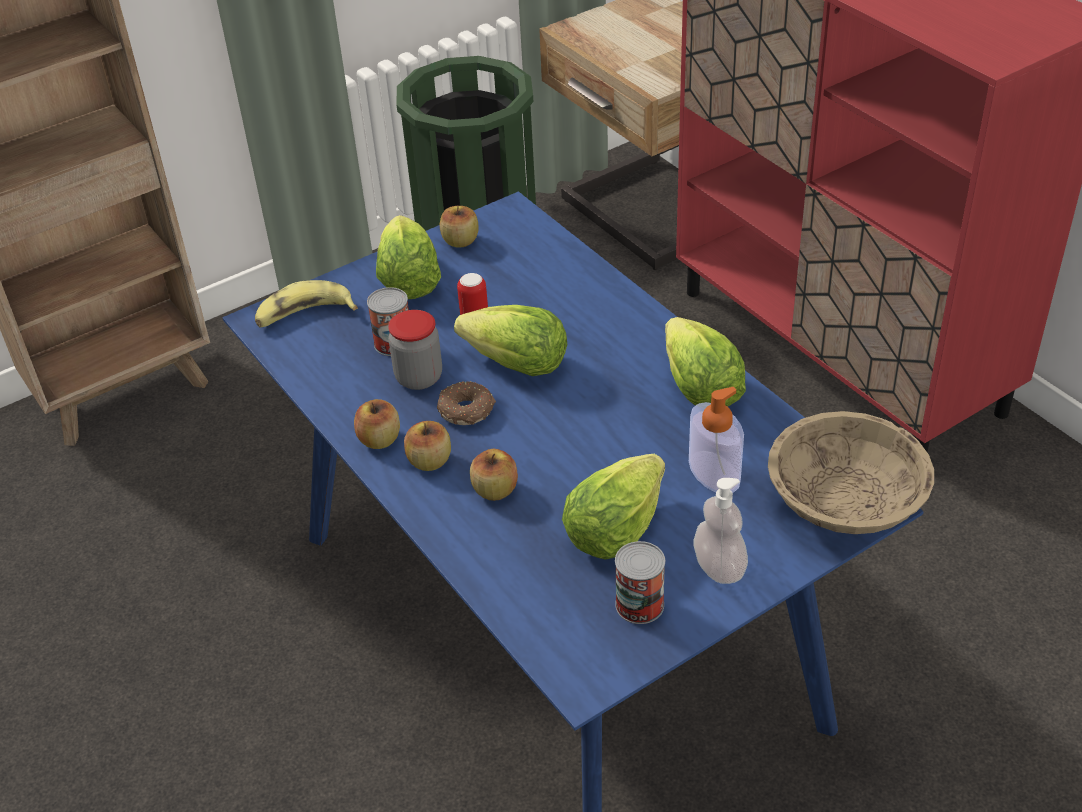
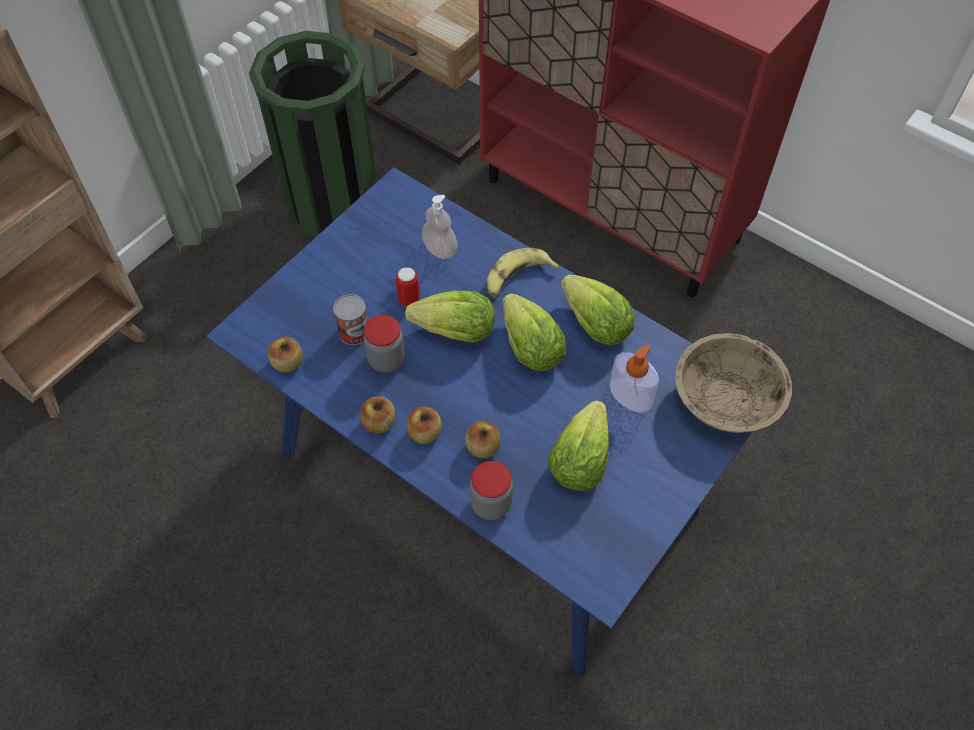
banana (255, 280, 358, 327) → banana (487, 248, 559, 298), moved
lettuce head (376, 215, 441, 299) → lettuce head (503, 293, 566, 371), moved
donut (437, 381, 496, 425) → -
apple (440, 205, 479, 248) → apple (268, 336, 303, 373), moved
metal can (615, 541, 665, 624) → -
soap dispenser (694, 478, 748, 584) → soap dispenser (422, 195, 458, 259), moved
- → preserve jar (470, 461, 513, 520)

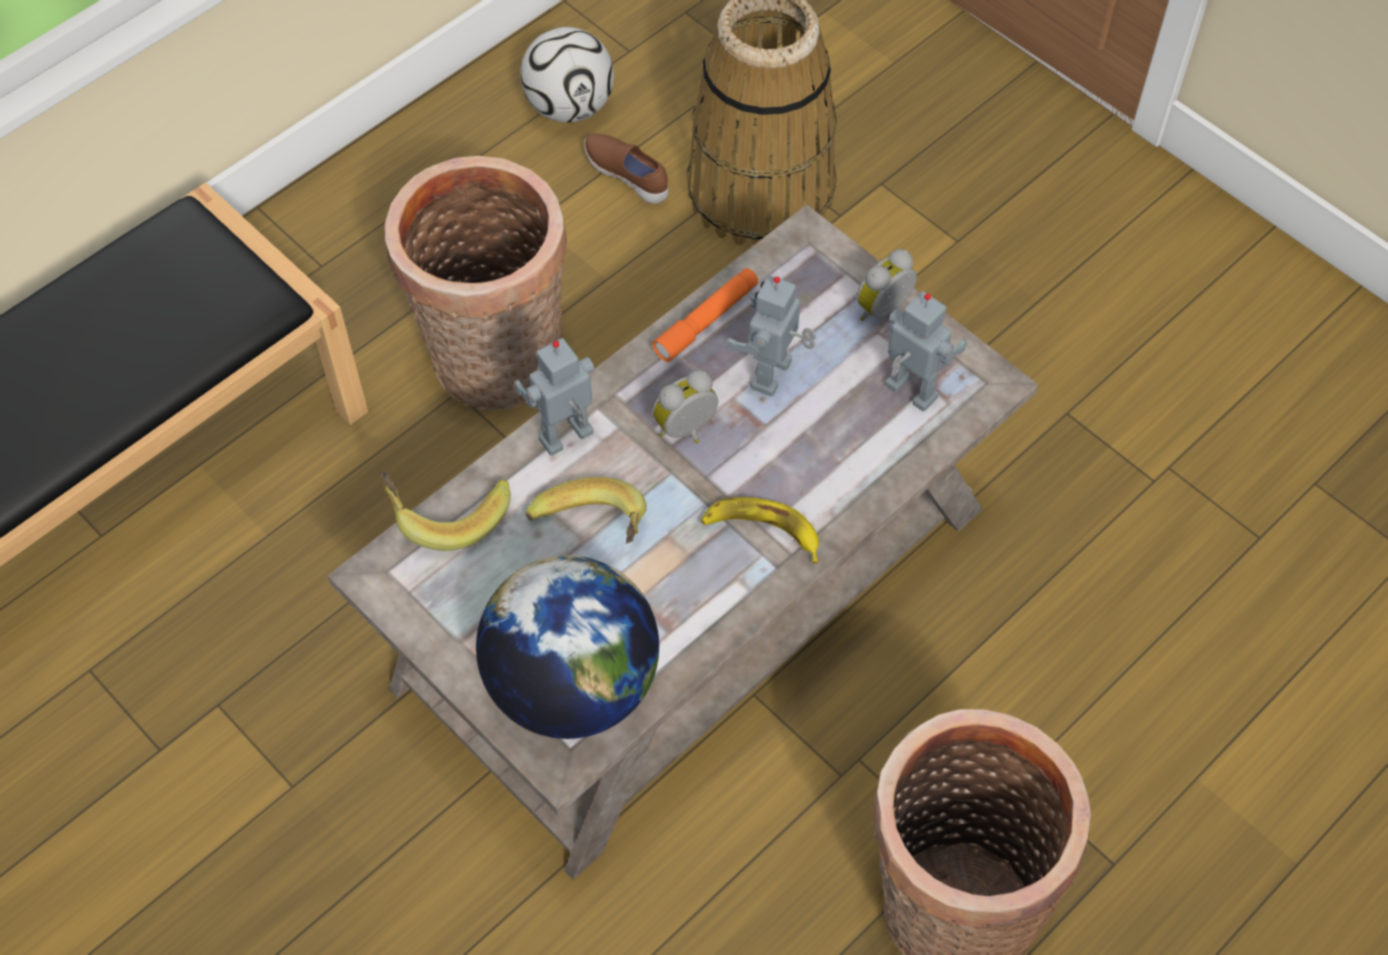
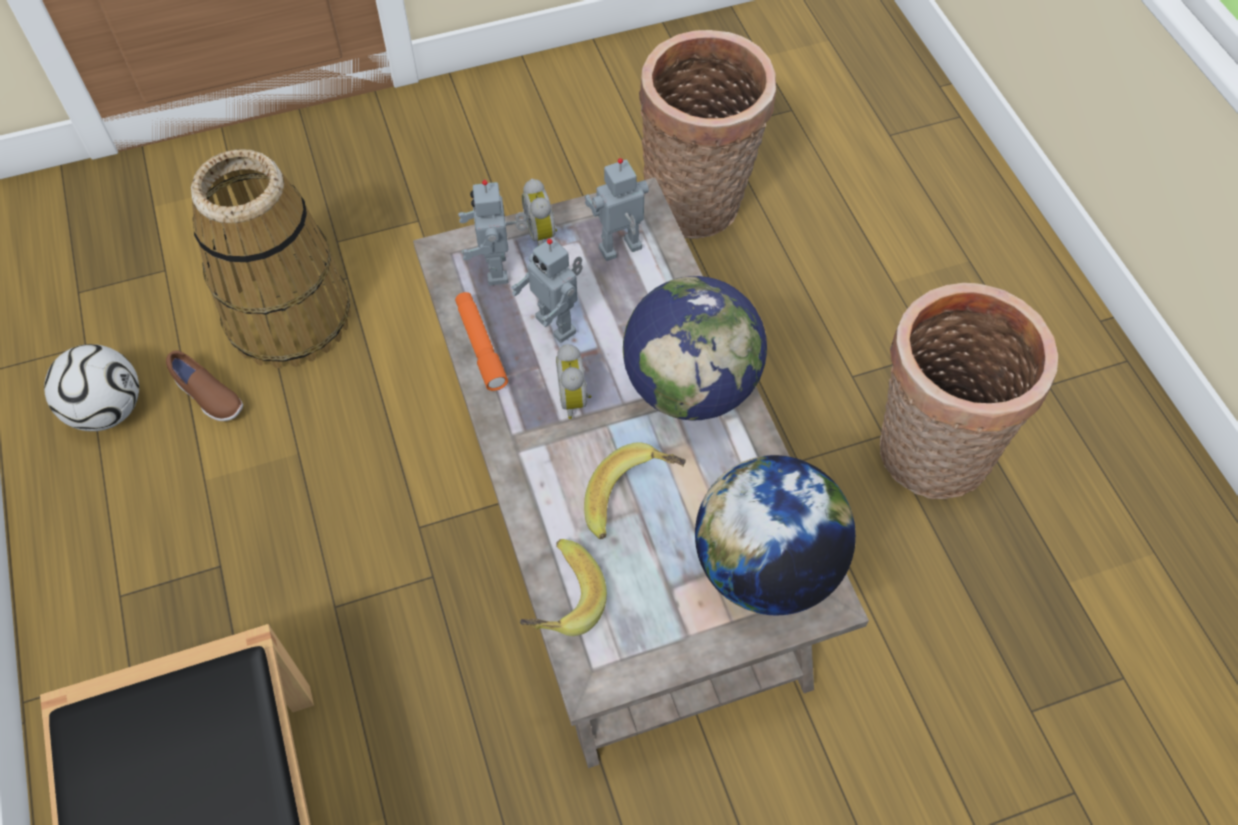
household basket (385, 156, 567, 410) → household basket (639, 30, 776, 239), moved
model robot (514, 338, 594, 456) → model robot (458, 180, 528, 285), moved
brownish shoe (584, 134, 668, 203) → brownish shoe (166, 350, 243, 421), 120 degrees counterclockwise
banana (701, 497, 819, 564) → desk globe (623, 276, 767, 421)

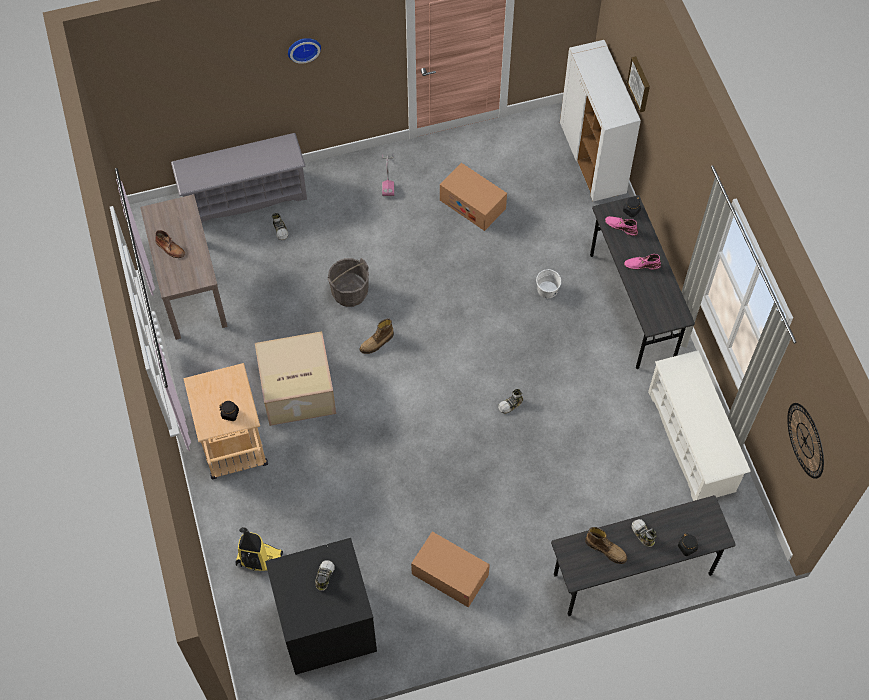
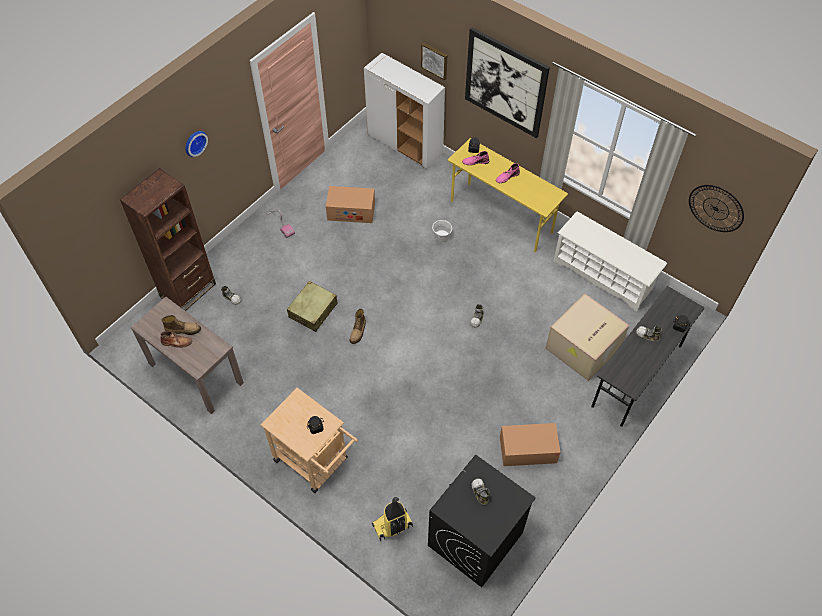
grey shoe stand (171, 133, 307, 223) → brownish shelving unit (120, 168, 216, 311)
carton (255, 331, 336, 426) → carton (545, 294, 629, 381), moved
grey pail (328, 258, 369, 307) → beige piece of luggage (287, 281, 338, 332)
tall boot (585, 527, 627, 564) → tall boot (162, 315, 201, 335), moved
grey desk unit (590, 195, 695, 369) → yellow desk unit (448, 138, 568, 252)
- → picture (465, 27, 550, 138)

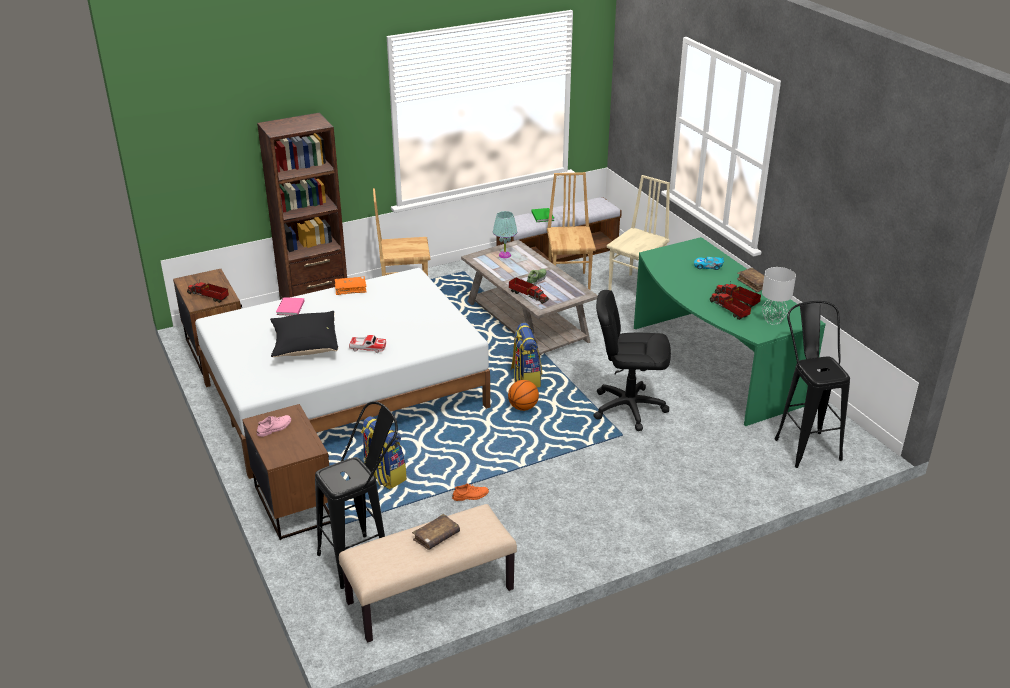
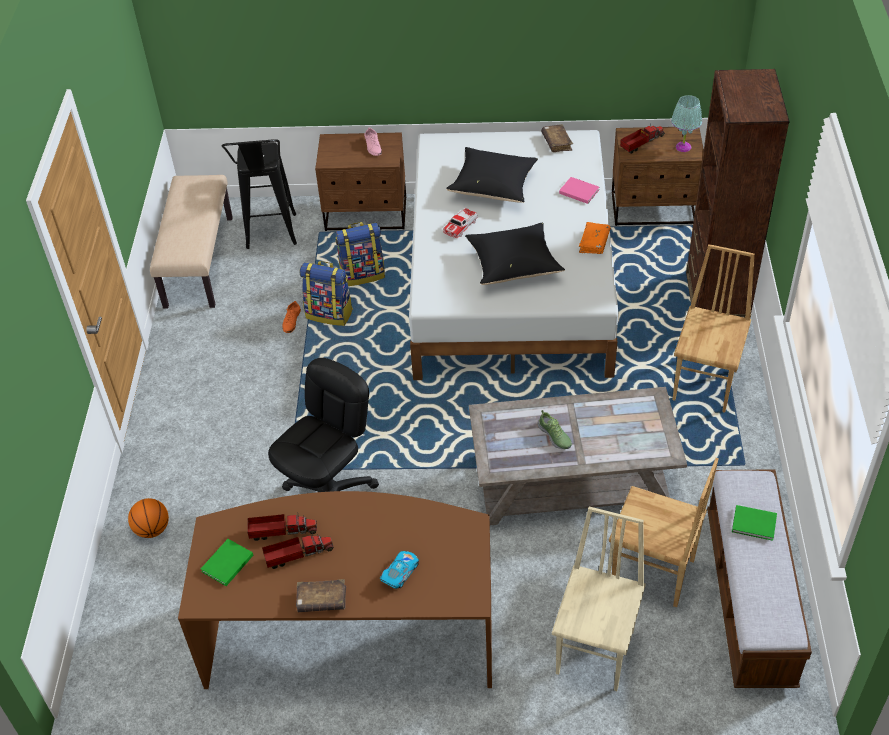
brownish book (412, 514, 460, 550) → brownish book (541, 124, 573, 152), moved
turquoise-coloured tabletop lamp (493, 211, 517, 258) → turquoise-coloured tabletop lamp (671, 95, 702, 152), moved
basketball (508, 380, 539, 411) → basketball (128, 498, 169, 538), moved
toy truck (509, 277, 549, 304) → -
backpack (510, 323, 542, 388) → backpack (300, 261, 353, 326), moved
beige chair (607, 175, 670, 290) → beige chair (552, 507, 646, 691), 135 degrees counterclockwise
green-coloured desk unit (634, 237, 826, 426) → brownish desk unit (178, 491, 492, 689)
grey tabletop lamp (762, 267, 796, 325) → green-coloured book (201, 539, 253, 586)
black-coloured sitting stool (775, 301, 850, 468) → -
- → black-coloured pillow (465, 223, 565, 285)

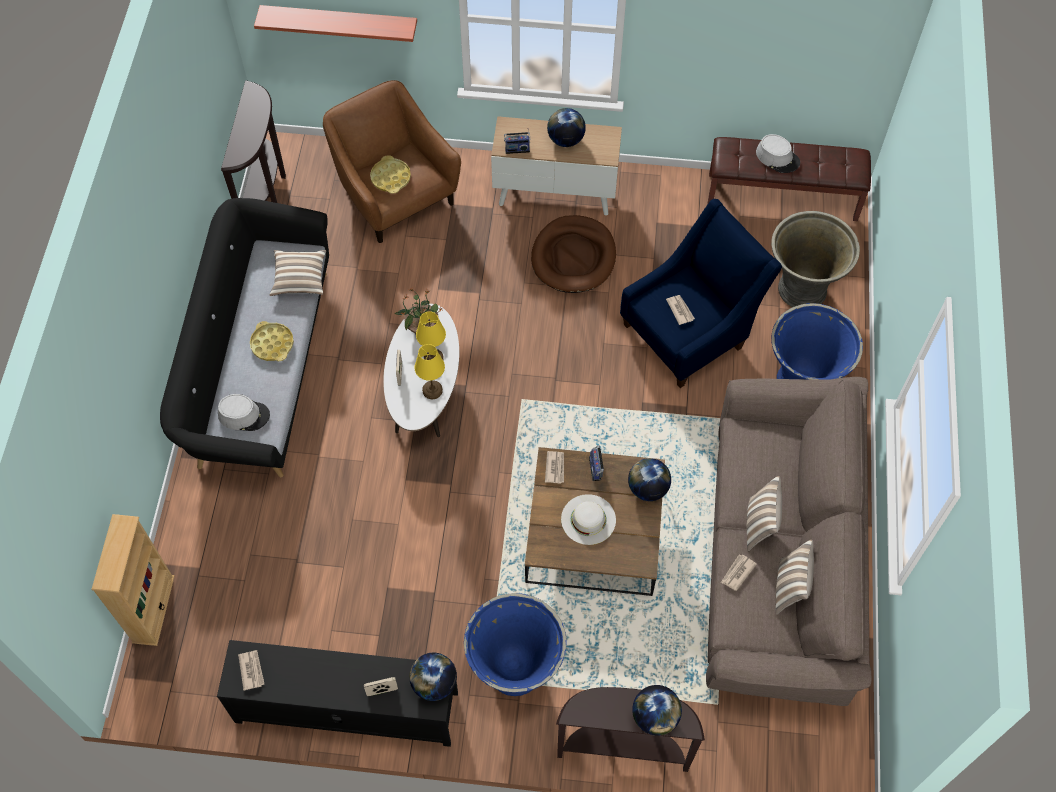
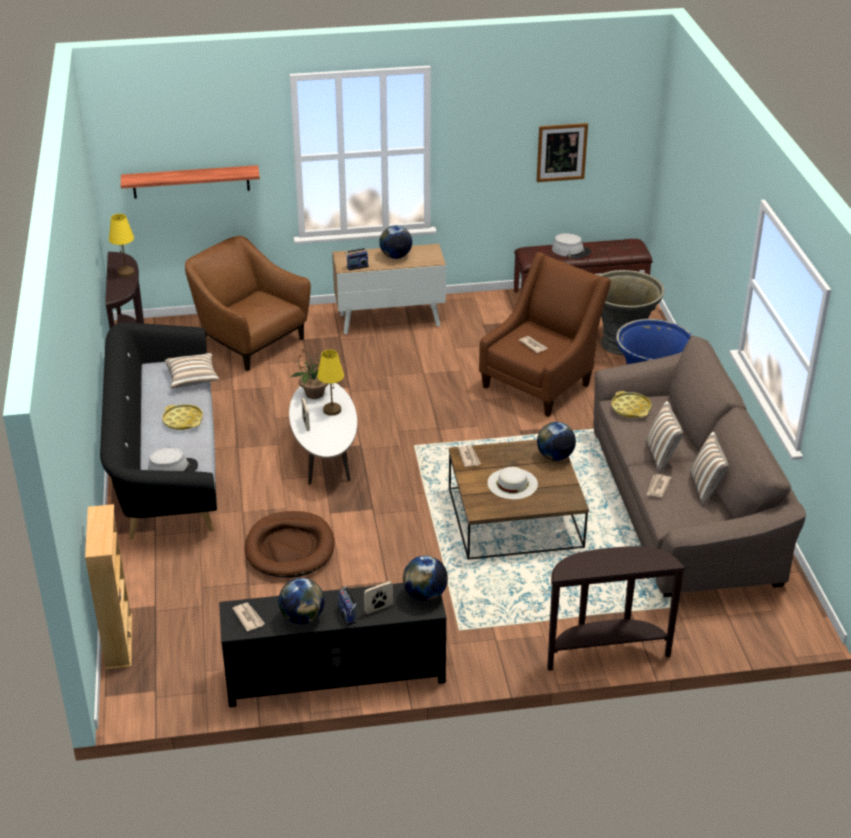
yellow serving tray (370, 155, 411, 194) → yellow serving tray (611, 391, 652, 418), moved
yellow tabletop lamp (414, 344, 445, 399) → yellow tabletop lamp (109, 214, 135, 277), moved
blue planter (464, 593, 567, 696) → -
brownish dog cushion (531, 215, 616, 293) → brownish dog cushion (245, 511, 335, 578), moved
radio (589, 445, 604, 481) → radio (337, 586, 357, 625), moved
blue lounge chair (620, 199, 782, 388) → brownish lounge chair (479, 252, 611, 417)
desk globe (632, 685, 682, 736) → desk globe (278, 578, 325, 624), moved
- → picture (536, 123, 588, 182)

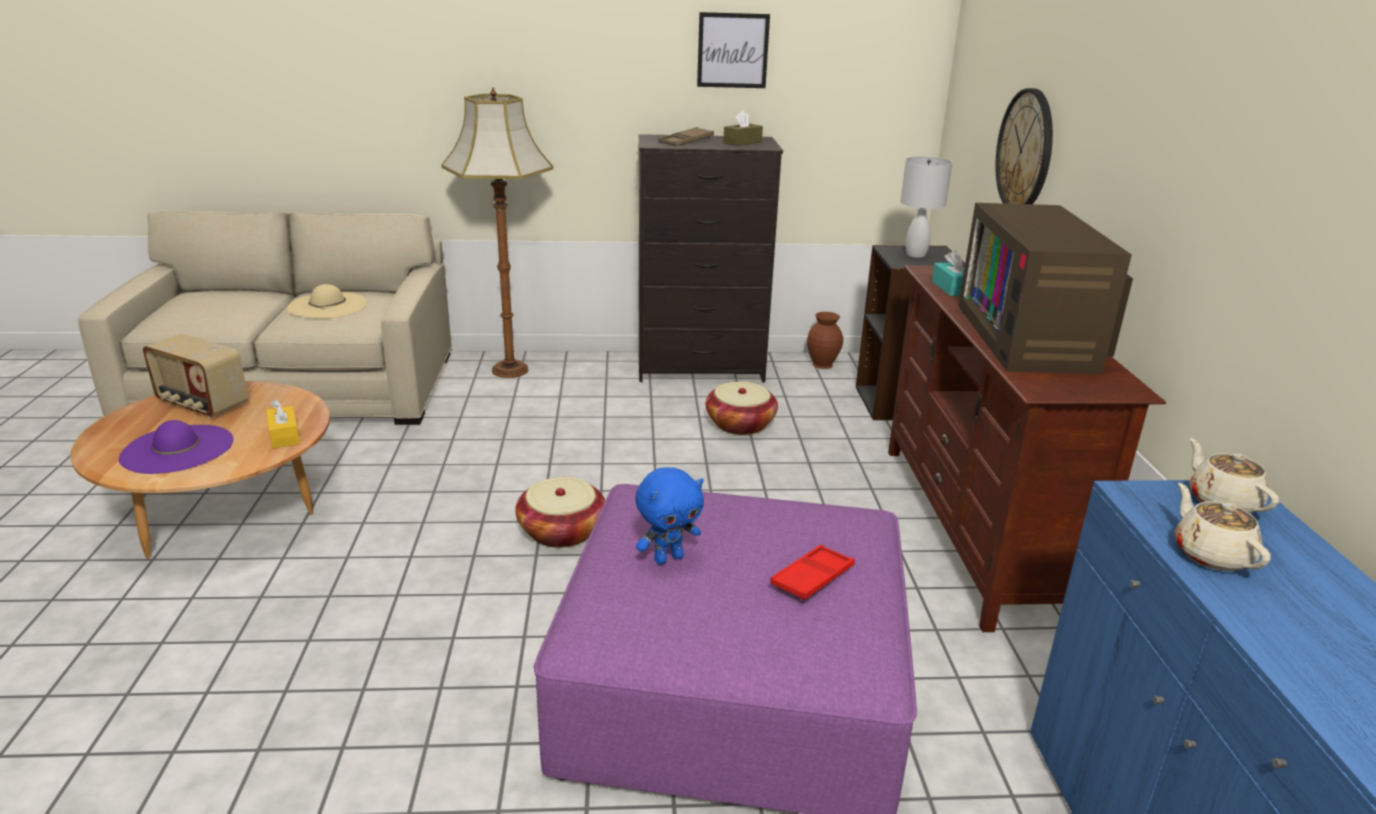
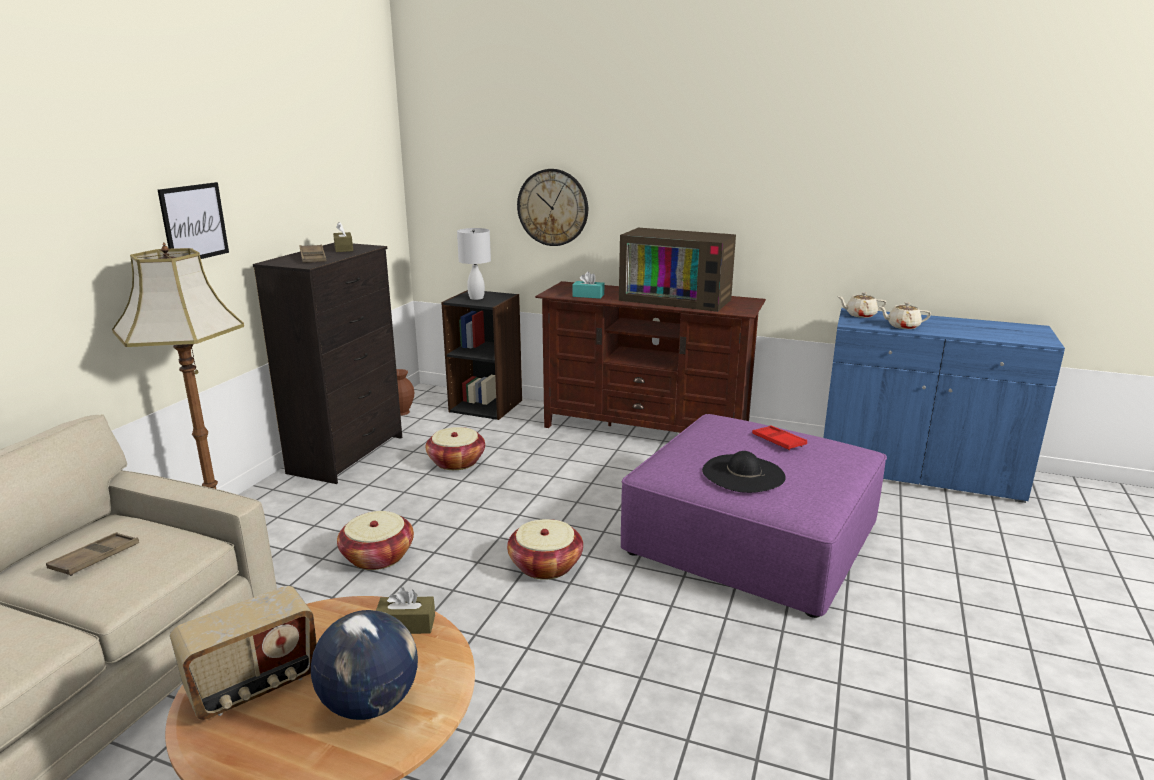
purple-coloured clothing hat (119, 420, 233, 474) → desk globe (311, 610, 418, 720)
yellow box of tissues (266, 399, 300, 449) → brownish box of tissues (376, 587, 435, 634)
beige clothing hat (287, 284, 368, 319) → brownish serving tray (46, 532, 139, 576)
blue soft toy (635, 467, 704, 564) → black-coloured clothing hat (702, 451, 786, 493)
picture (697, 12, 770, 88) → picture (158, 182, 229, 259), moved
- → household basket (337, 511, 414, 570)

